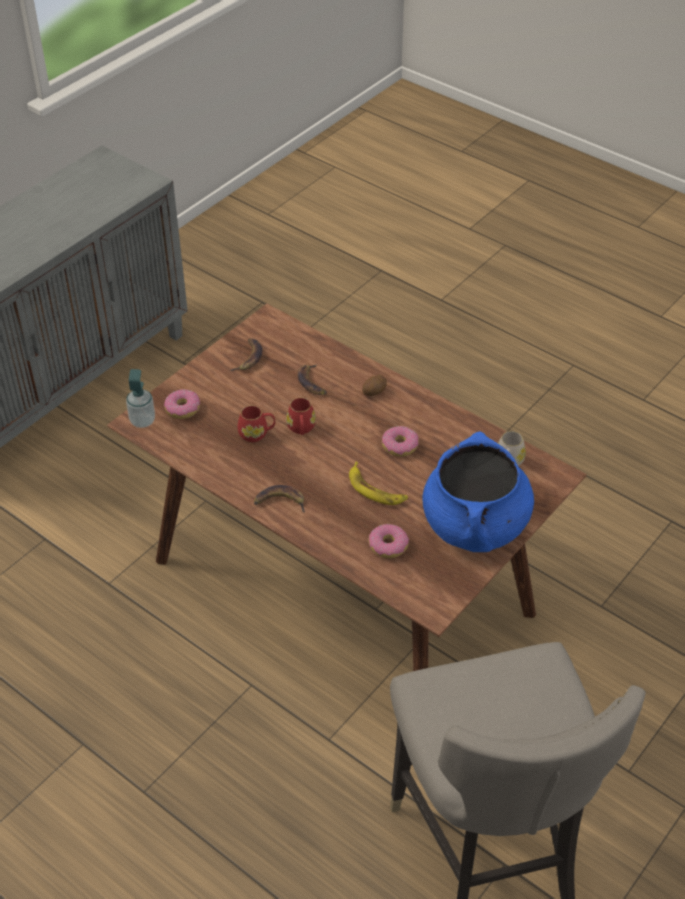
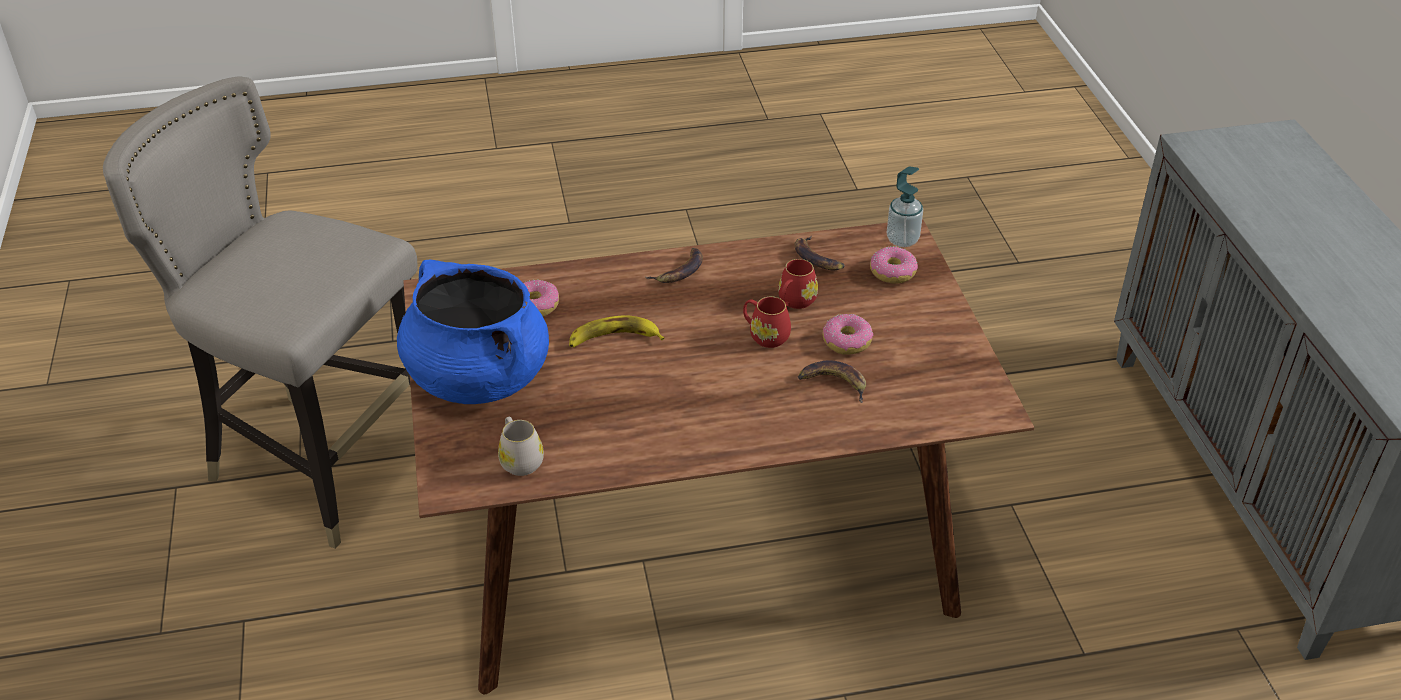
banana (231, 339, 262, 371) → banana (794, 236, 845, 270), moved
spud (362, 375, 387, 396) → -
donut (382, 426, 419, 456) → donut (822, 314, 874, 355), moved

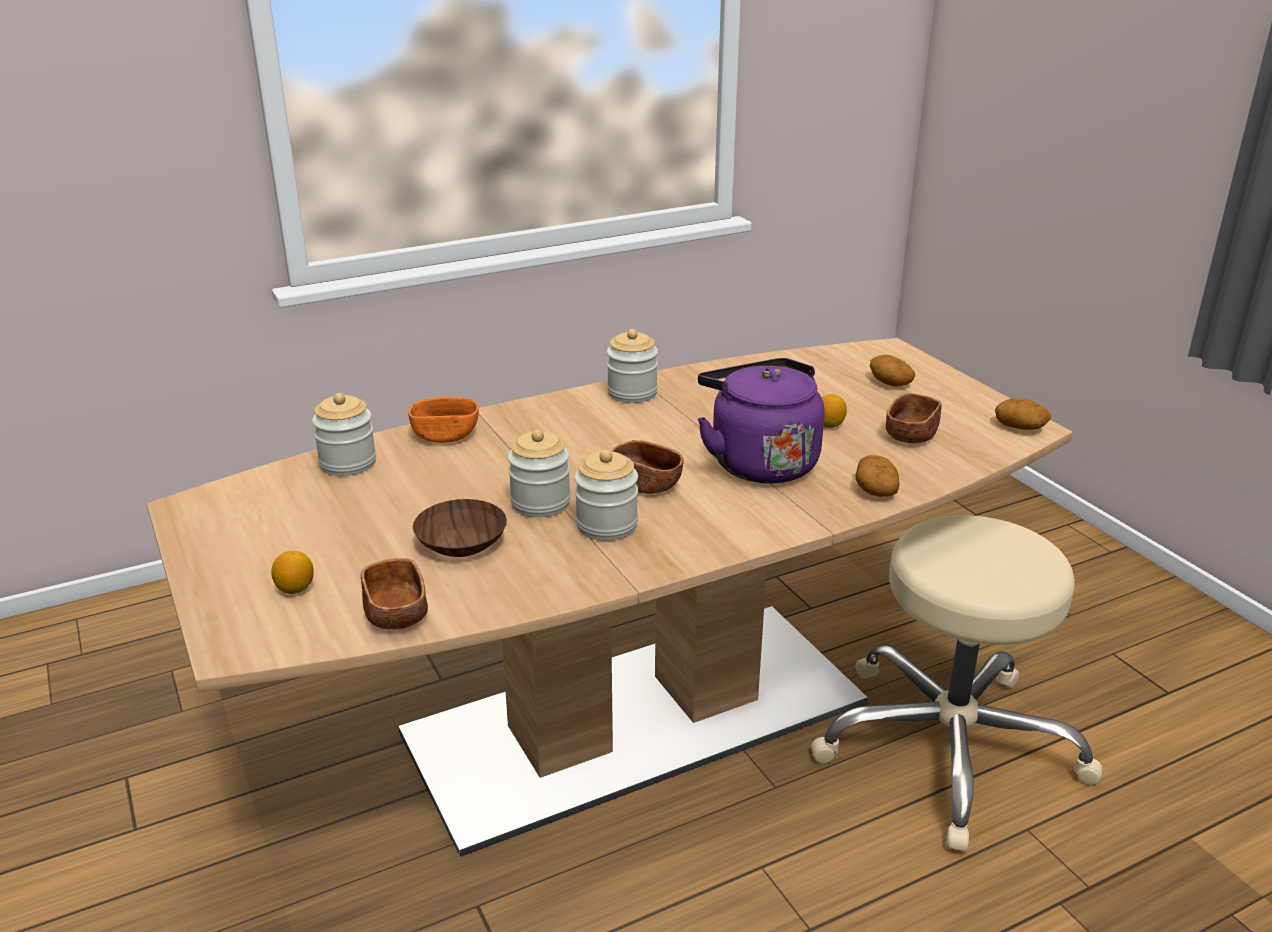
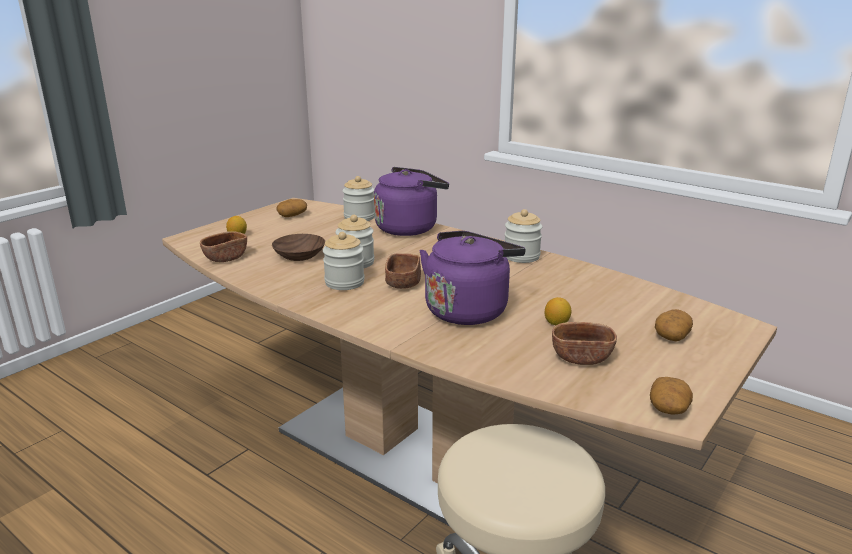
orange serving bowl (408, 397, 479, 443) → purple-coloured water kettle (374, 167, 449, 236)
spud (855, 455, 900, 497) → spud (276, 199, 307, 217), moved

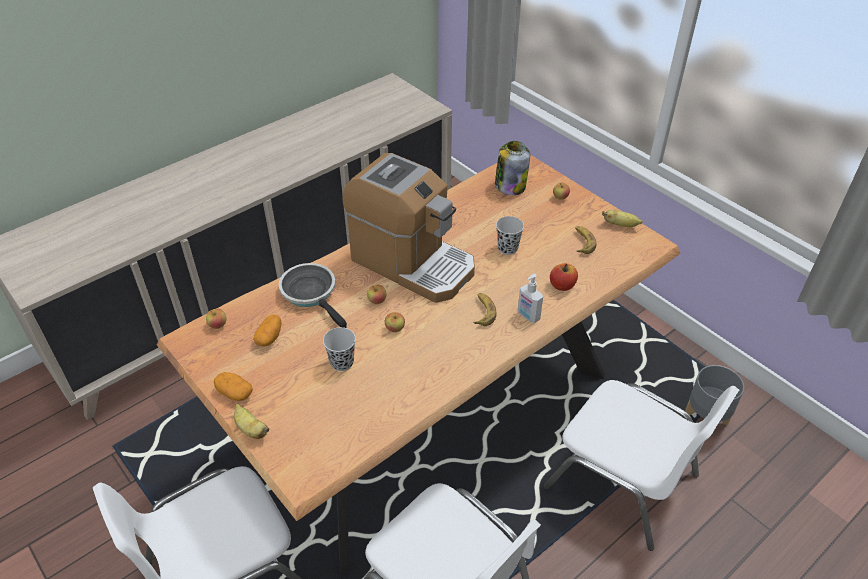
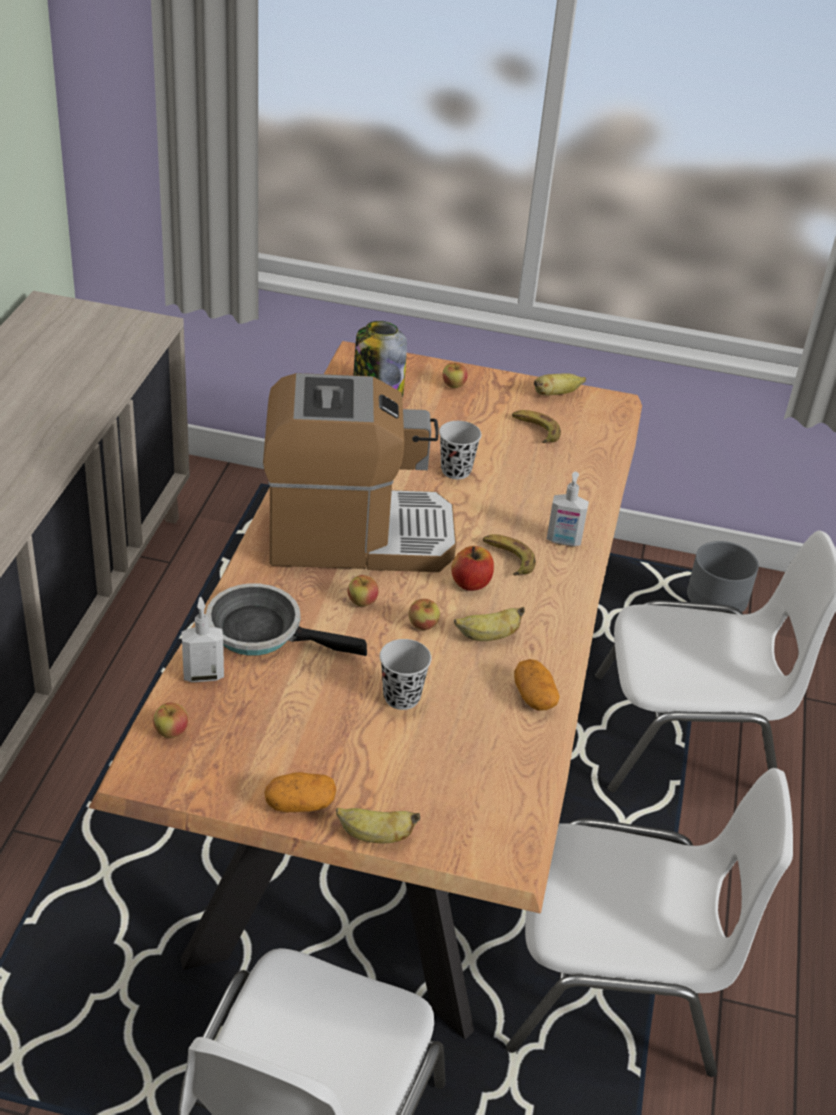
spud (253, 315, 281, 346) → spud (514, 659, 560, 710), moved
apple (550, 263, 578, 291) → apple (451, 546, 494, 591), moved
- → soap dispenser (182, 597, 224, 682)
- → banana (454, 607, 525, 641)

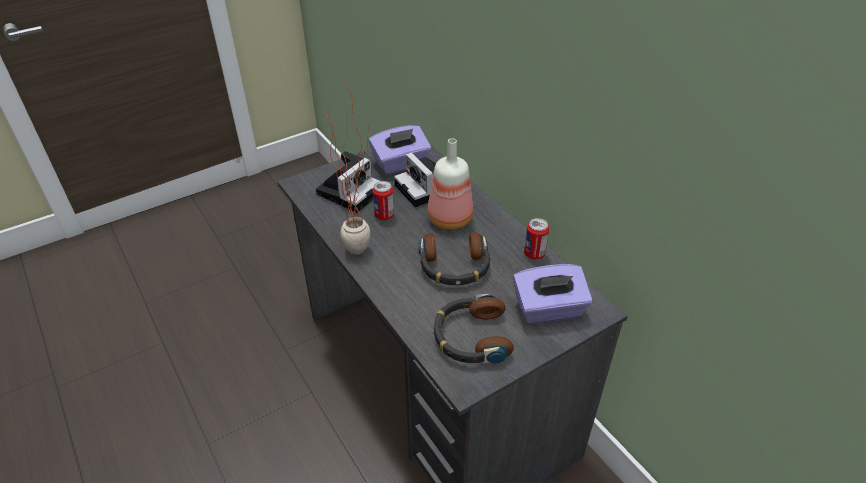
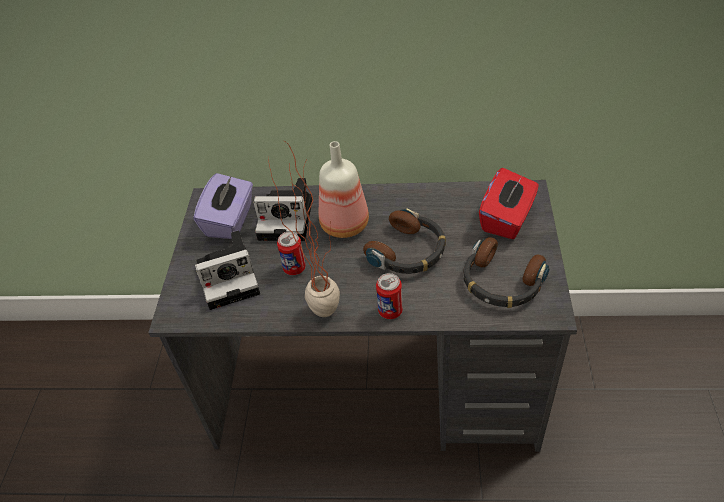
photo camera (316, 151, 379, 213) → photo camera (195, 230, 260, 310), 90 degrees clockwise
purple-coloured box of tissues (513, 264, 592, 324) → reddish box of tissues (479, 168, 539, 239)
metal can (524, 218, 549, 260) → metal can (376, 273, 403, 319), moved

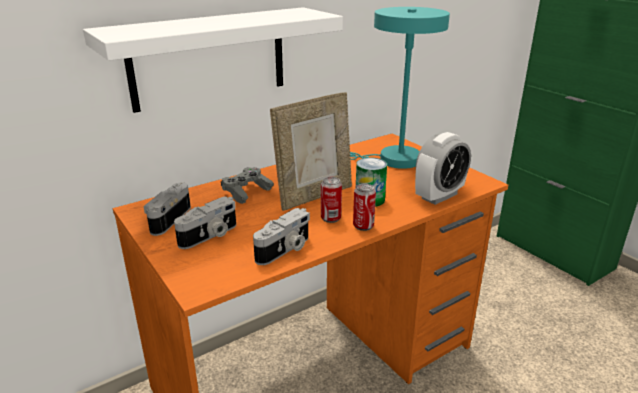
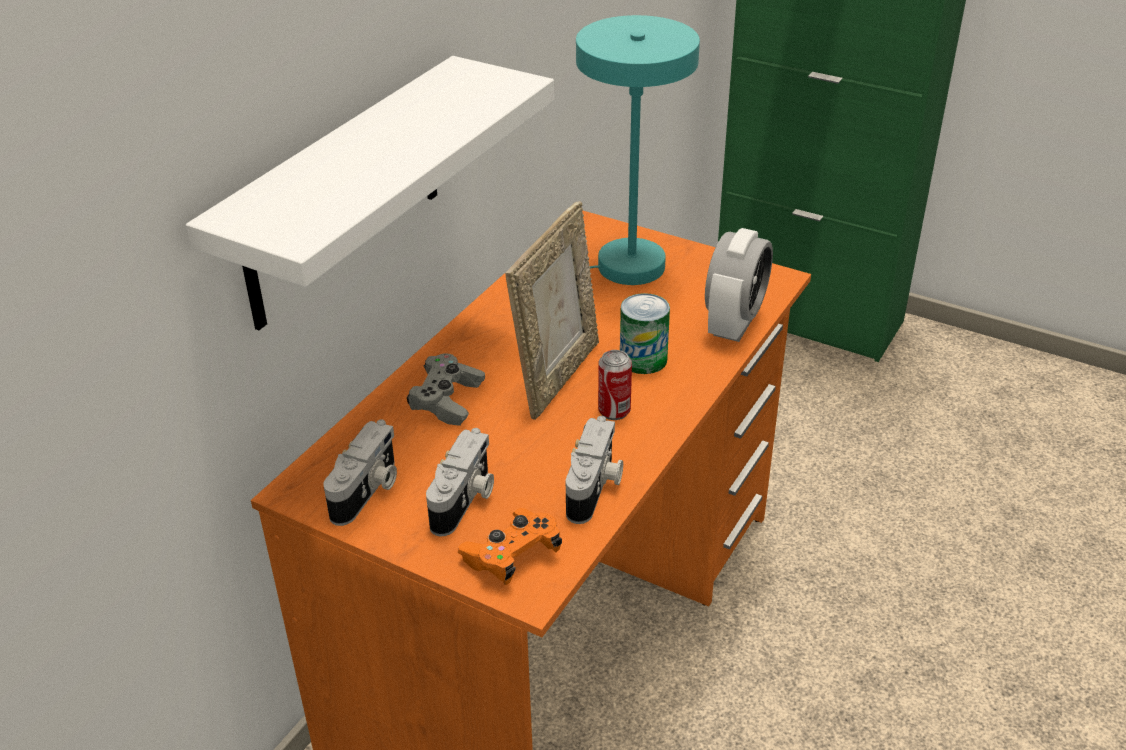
photo camera (143, 182, 191, 236) → photo camera (323, 419, 397, 526), 150 degrees counterclockwise
metal can (353, 184, 376, 231) → -
- → orange joypad (457, 508, 562, 585)

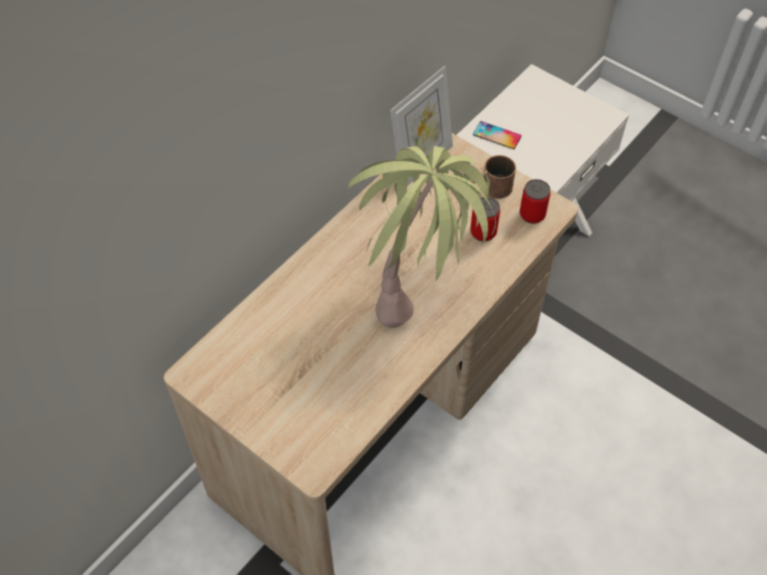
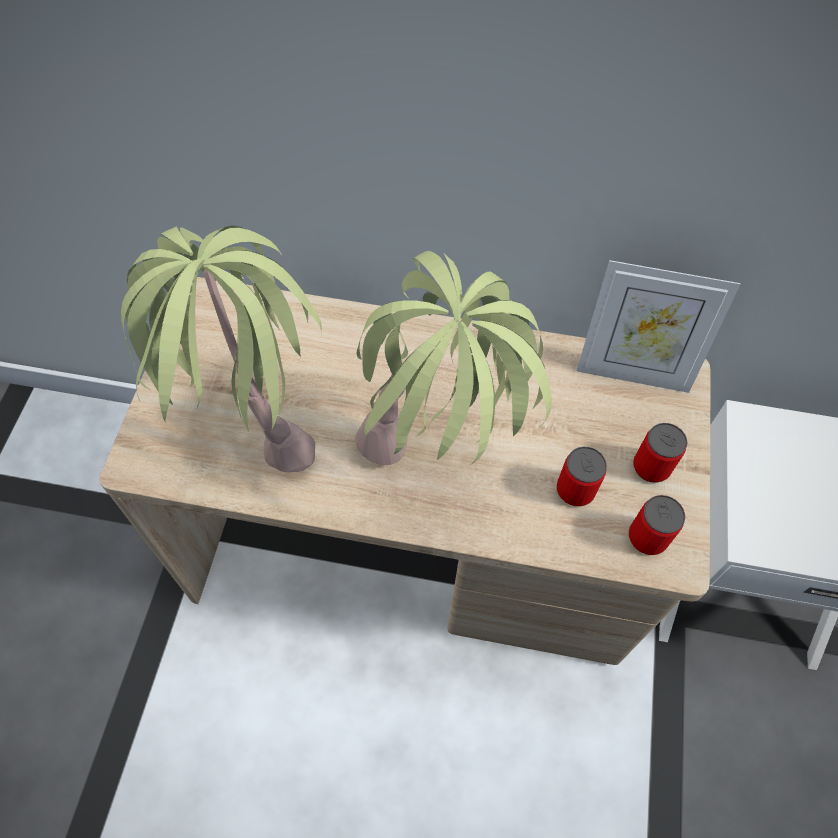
brownish coffee mug (471, 155, 516, 199) → metal can (633, 423, 687, 482)
phone (473, 121, 522, 149) → -
- → plant in a pot (121, 225, 322, 472)

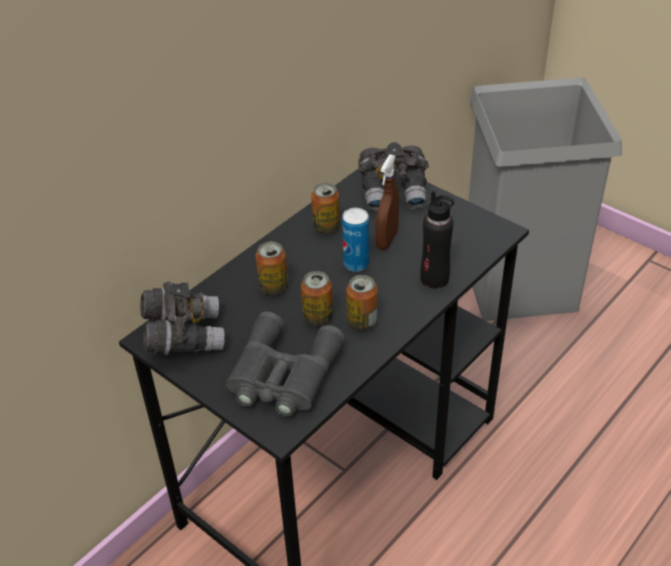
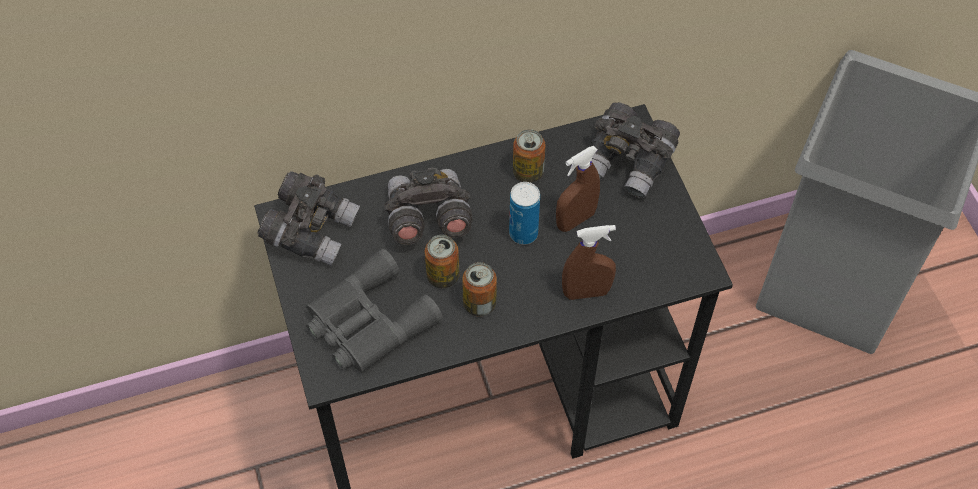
metal can (256, 241, 288, 295) → grey field glasses (384, 168, 473, 245)
black-coloured beverage bottle (420, 191, 454, 289) → brownish hand sprayer (562, 225, 616, 300)

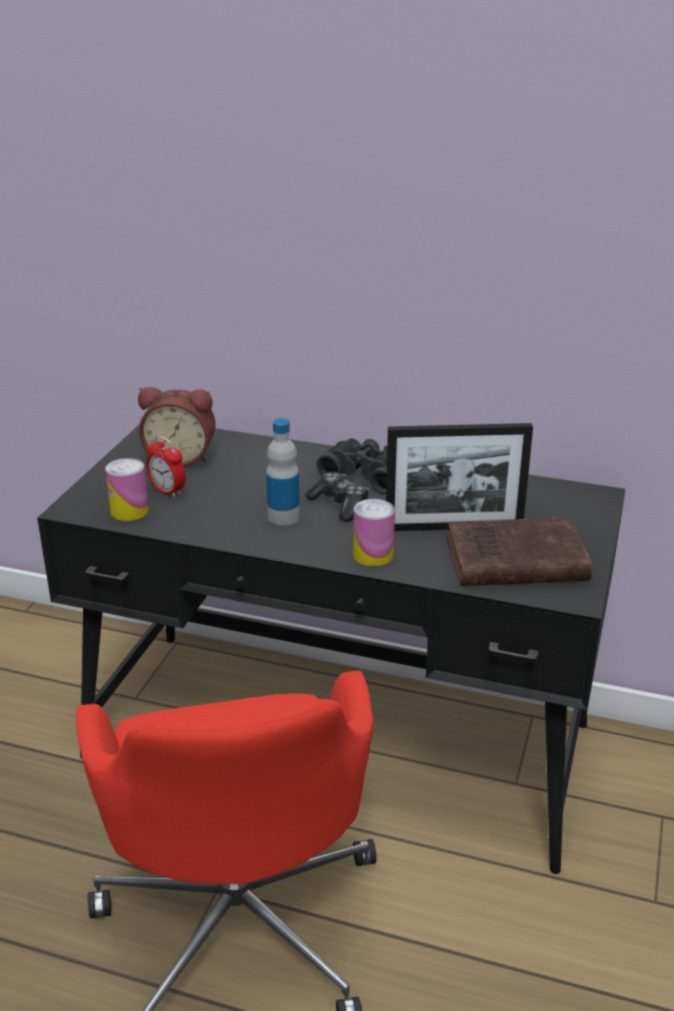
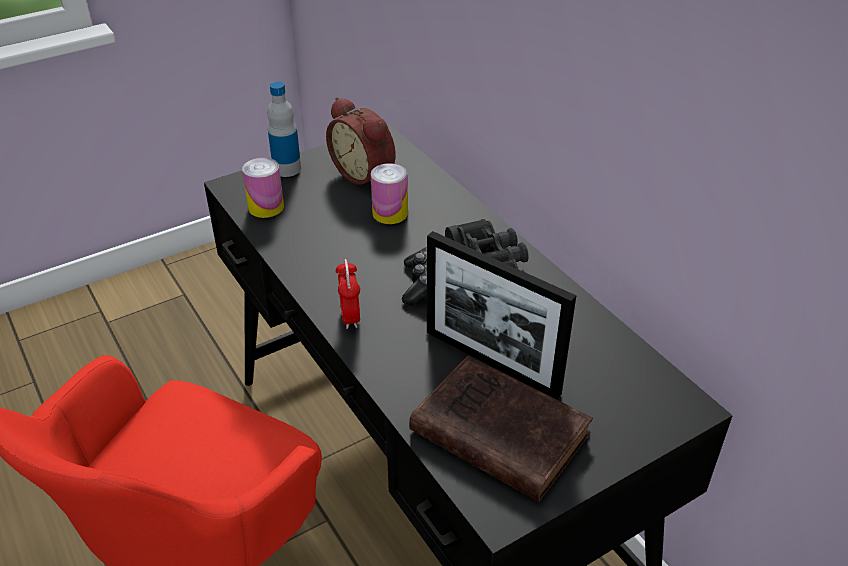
bedside clock (146, 435, 186, 498) → bedside clock (335, 259, 360, 329), moved
beverage bottle (266, 418, 300, 526) → beverage bottle (267, 81, 301, 177), moved
metal can (353, 499, 395, 566) → metal can (371, 163, 408, 224), moved

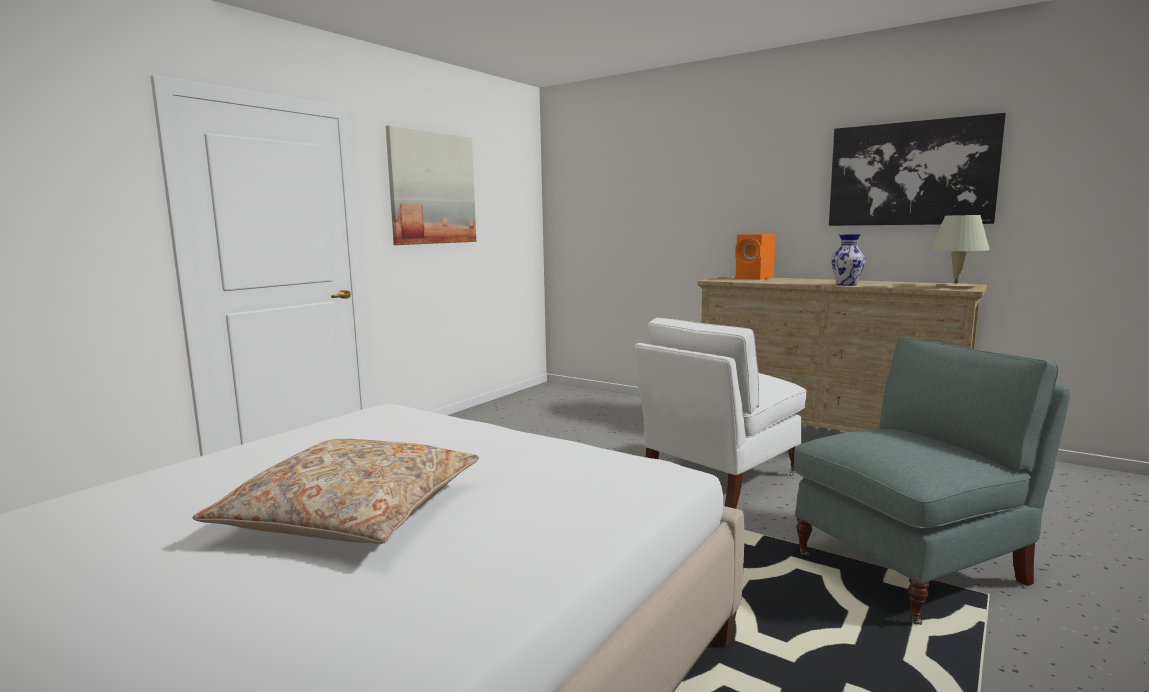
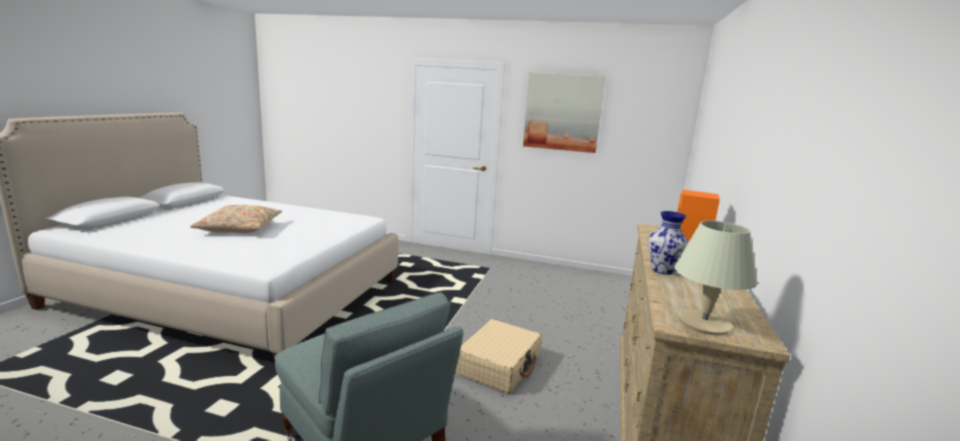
whitish lounge chair (635, 317, 807, 509) → beige piece of luggage (456, 319, 541, 393)
picture (829, 113, 1006, 226) → -

